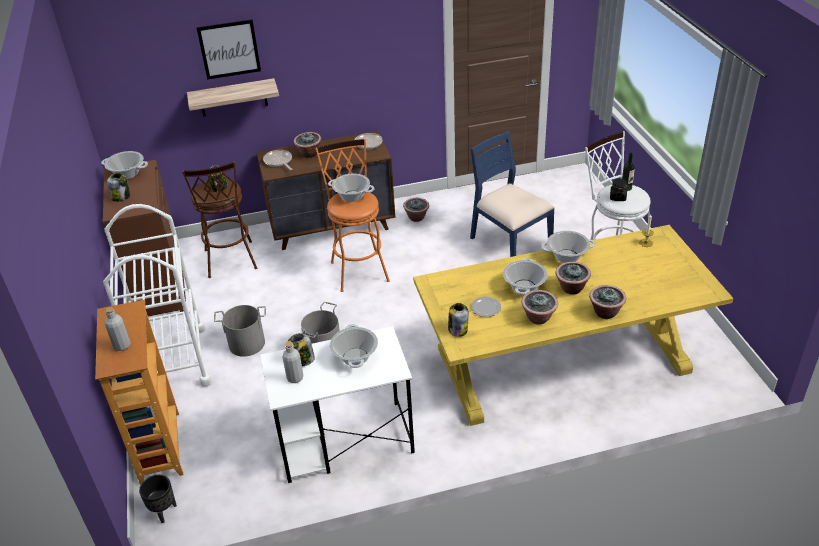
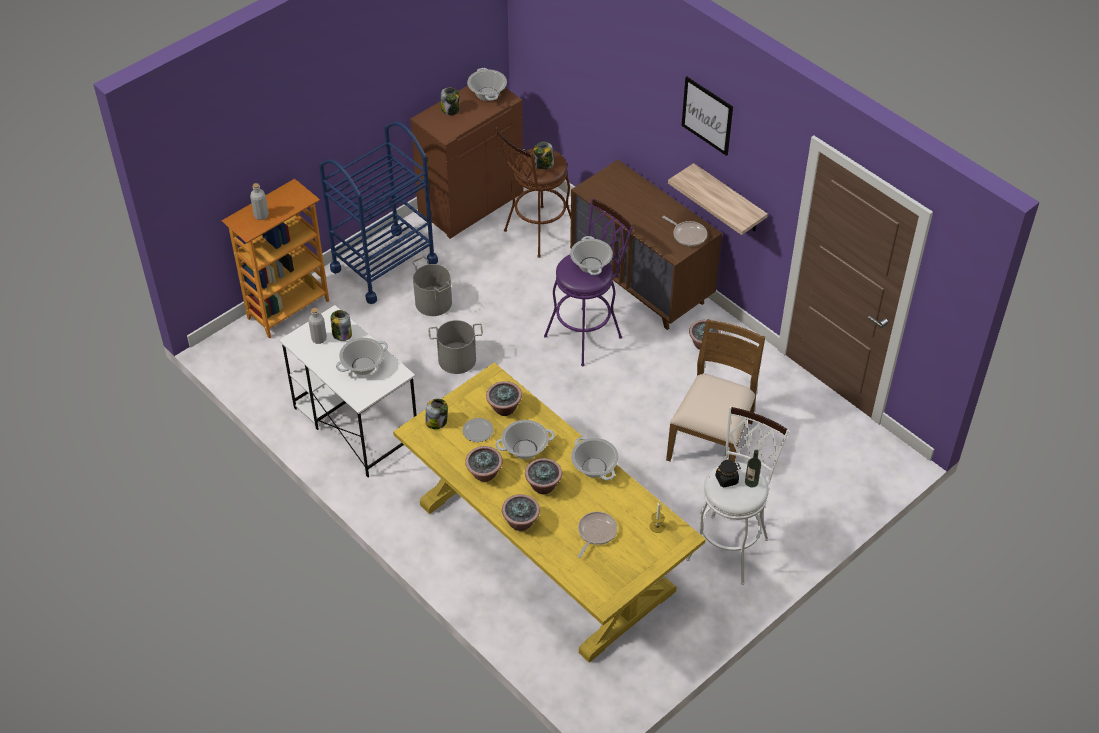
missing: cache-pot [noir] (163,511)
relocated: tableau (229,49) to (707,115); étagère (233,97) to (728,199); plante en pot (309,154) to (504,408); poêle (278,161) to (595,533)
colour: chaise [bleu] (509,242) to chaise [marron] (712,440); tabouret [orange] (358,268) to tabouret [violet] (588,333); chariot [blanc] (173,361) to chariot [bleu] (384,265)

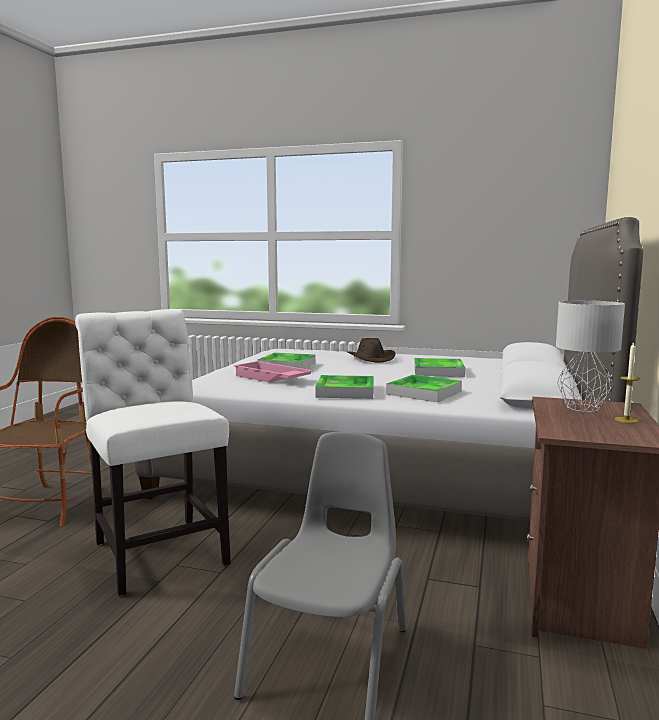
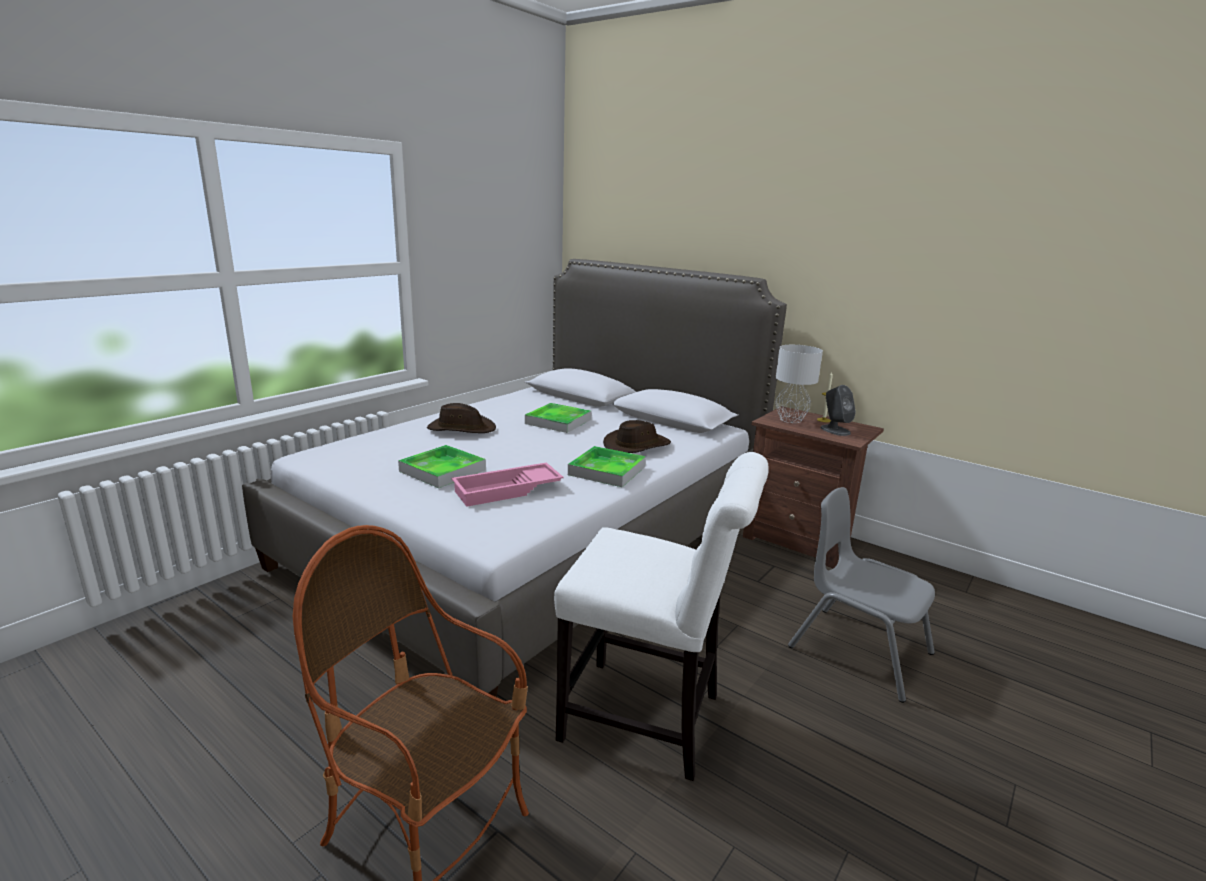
appeared: enceinte [gris] (835,430)
exchanged: plateau (424,392) to chapeau [marron] (636,446)
spun: chaise [blanc] (158,550) = (649,720) 150 degrees counterclockwise

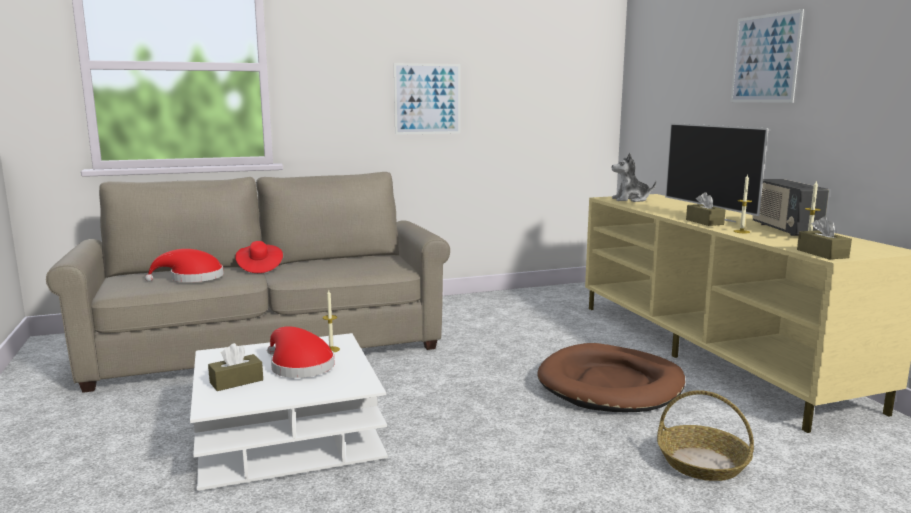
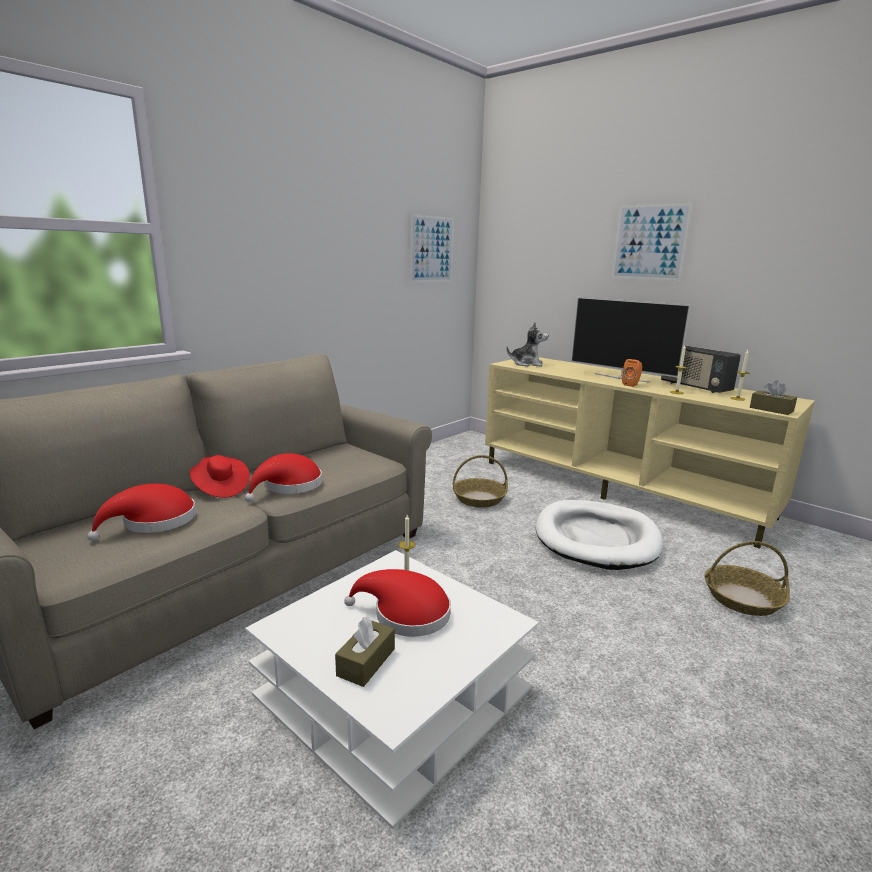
appeared: chapeau [rouge] (289,486); panier (479,499)
relocated: tableau (427,99) to (432,249)
exchanged: boîte à mouchoirs [marron] (704,222) to enceinte [orange] (631,384)
colour: panier pour chien [marron] (611,384) to panier pour chien [blanc] (596,538)
spun: peluche (631,200) = (527,364) 135 degrees counterclockwise

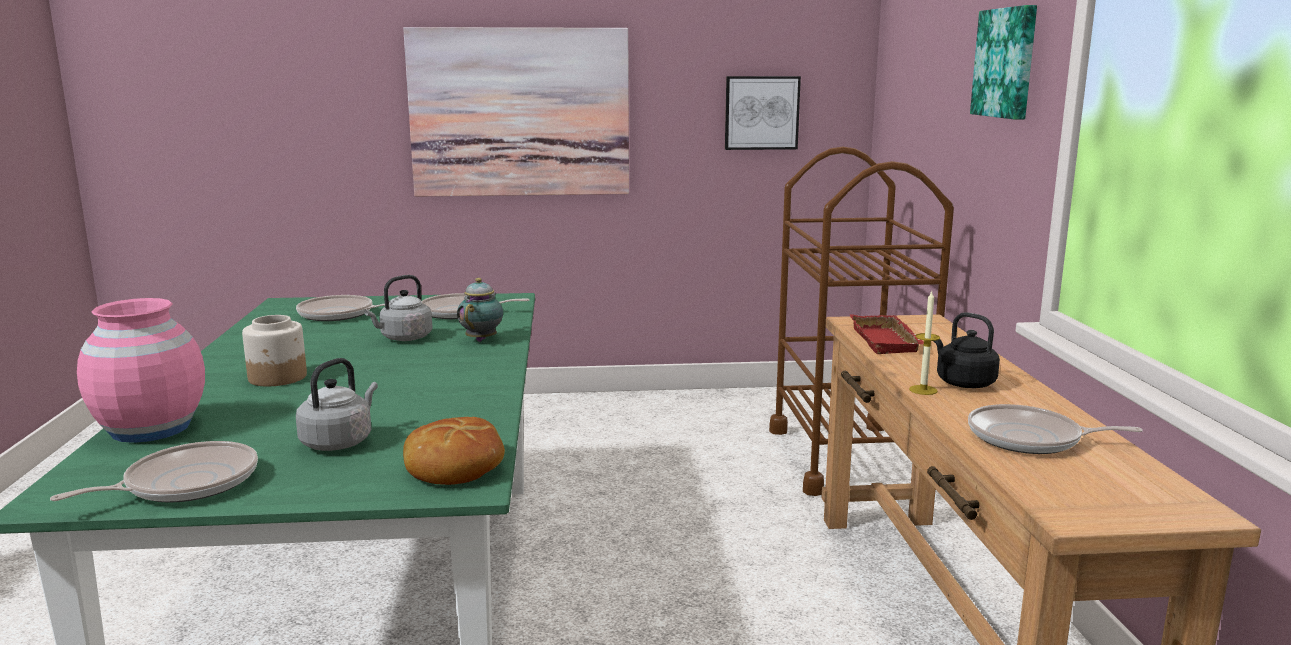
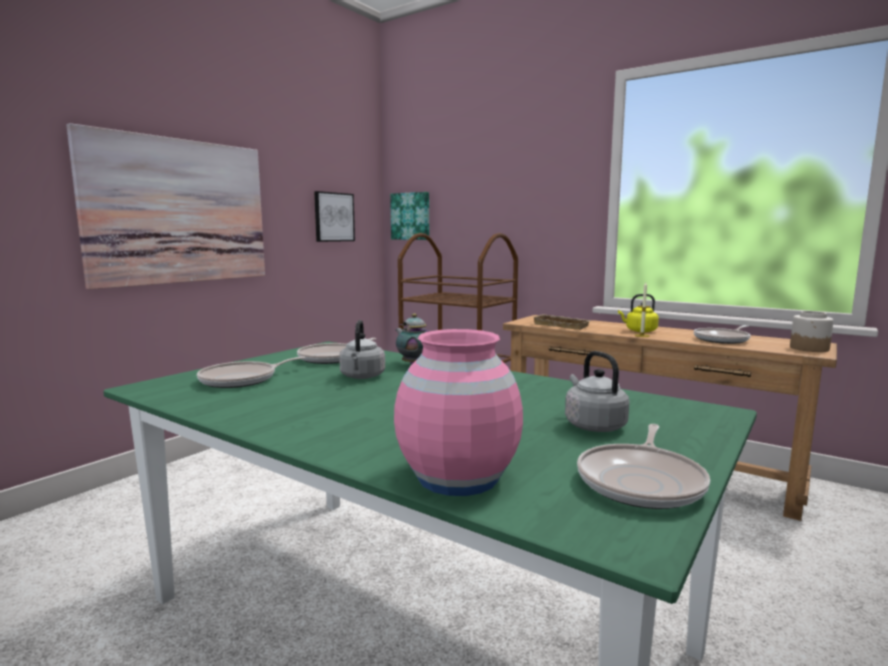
missing: pain (454,467)
relocated: tableau (1007,63) to (411,216); bocal (278,377) to (809,348)
colour: bouilloire [noir] (962,382) to bouilloire [jaune] (639,331); plateau [rouge] (888,341) to plateau [beige] (562,325)
spun: poêle (185,484) = (642,482) 150 degrees counterclockwise

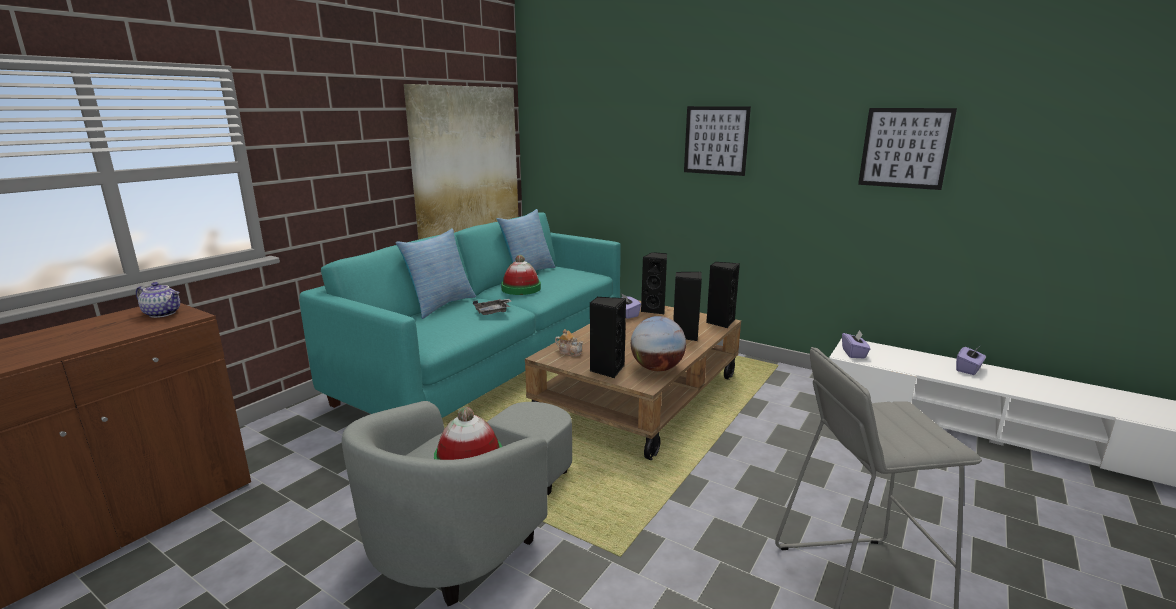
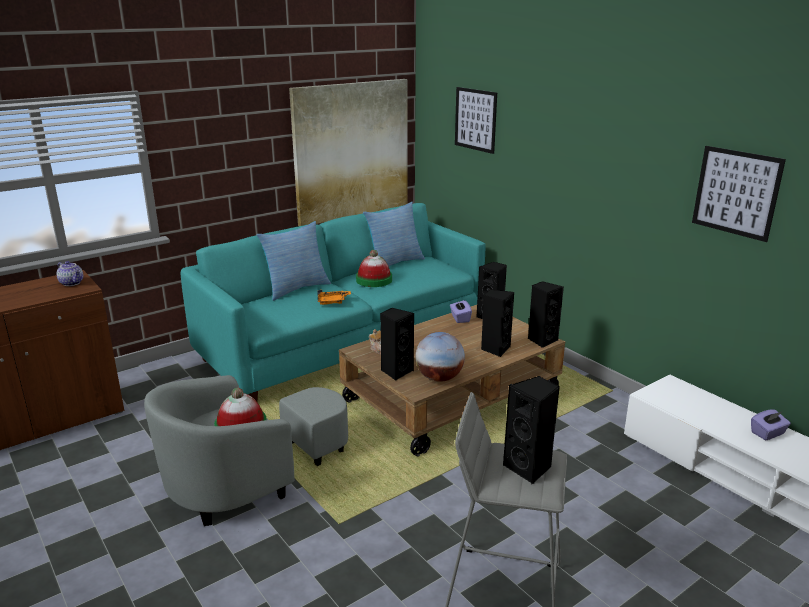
missing: boîte à mouchoirs [violet] (854,353)
appeared: enceinte [noir] (529,468)
relocated: tableau (716,140) to (475,119)
colour: plateau [gris] (493,312) to plateau [orange] (332,302)

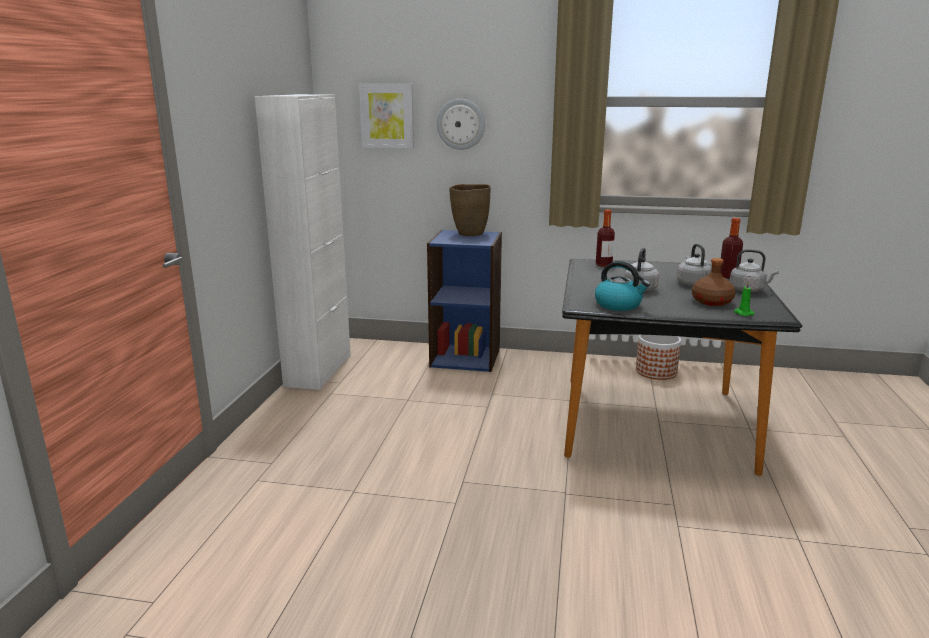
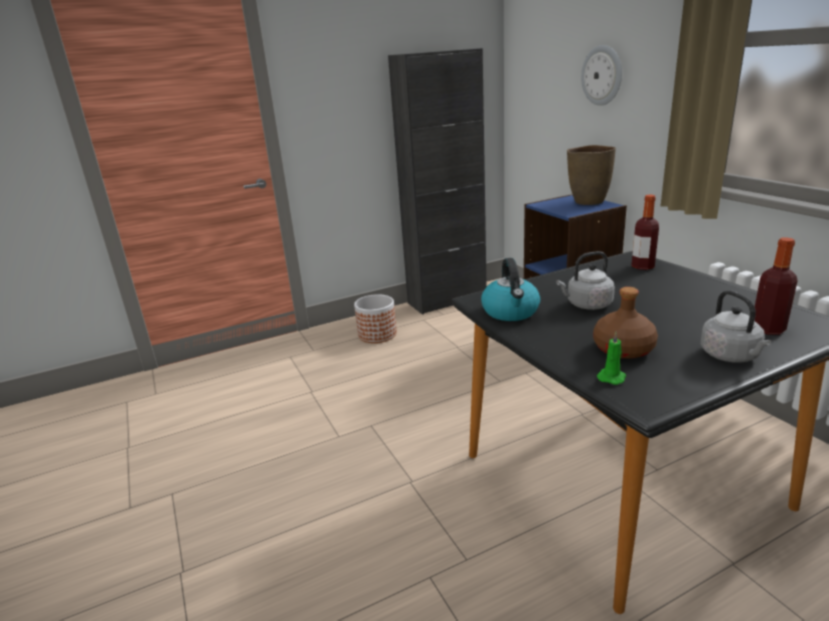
missing: tableau (387,115); bouilloire [gris] (692,283)
relocated: cache-pot (655,372) to (377,334)
colour: meuble de rangement [blanc] (318,370) to meuble de rangement [noir] (447,300)

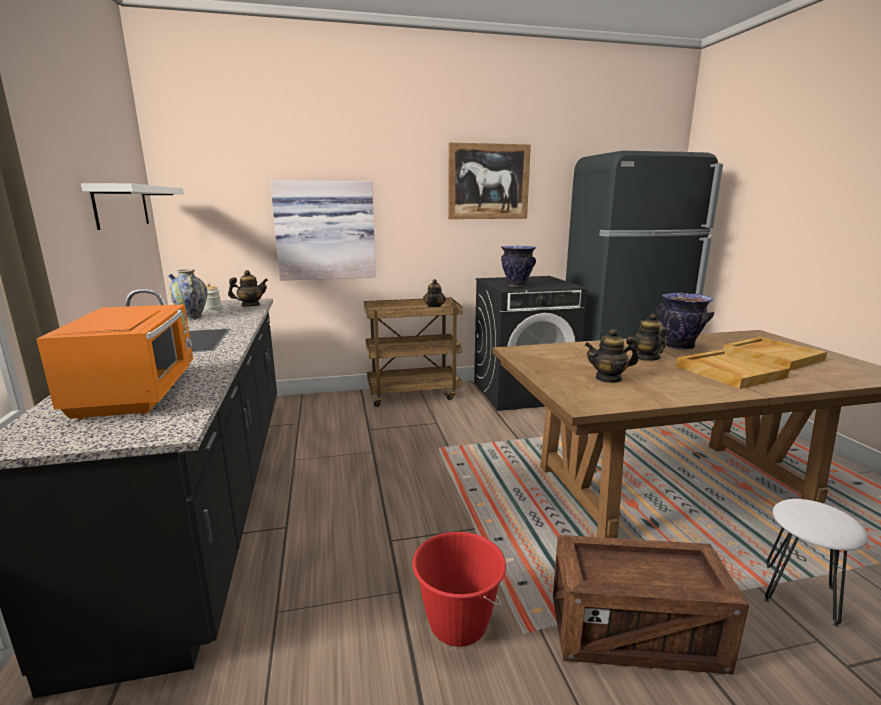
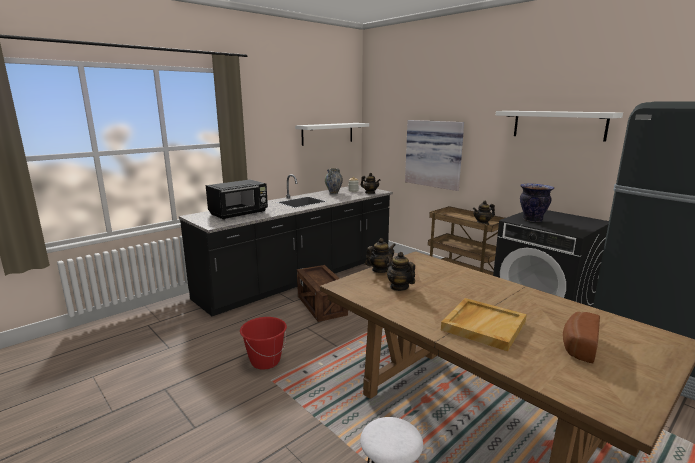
missing: vase (679,346)
relocated: théière (647,358) to (380,270); caisse (635,632) to (321,306)
exchanged: tableau (488,182) to étagère [blanc] (558,125); plateau [beige] (772,356) to pain (577,346)
colour: micro-ondes [orange] (138,393) to micro-ondes [noir] (239,213)

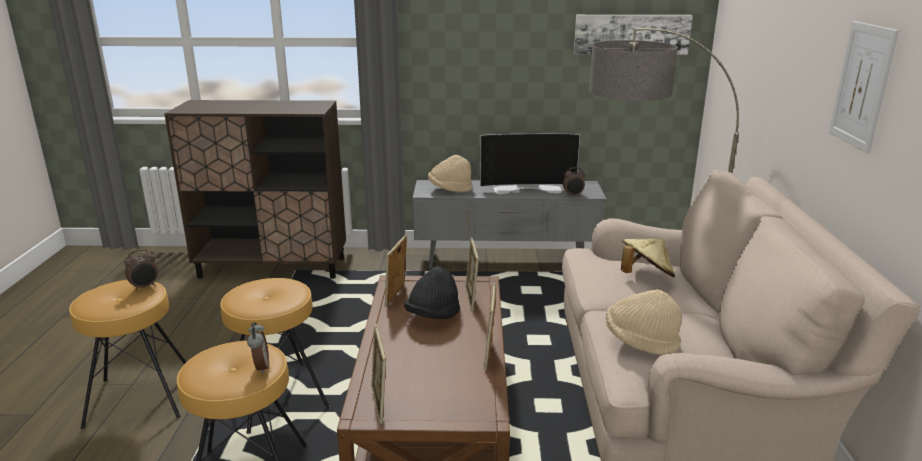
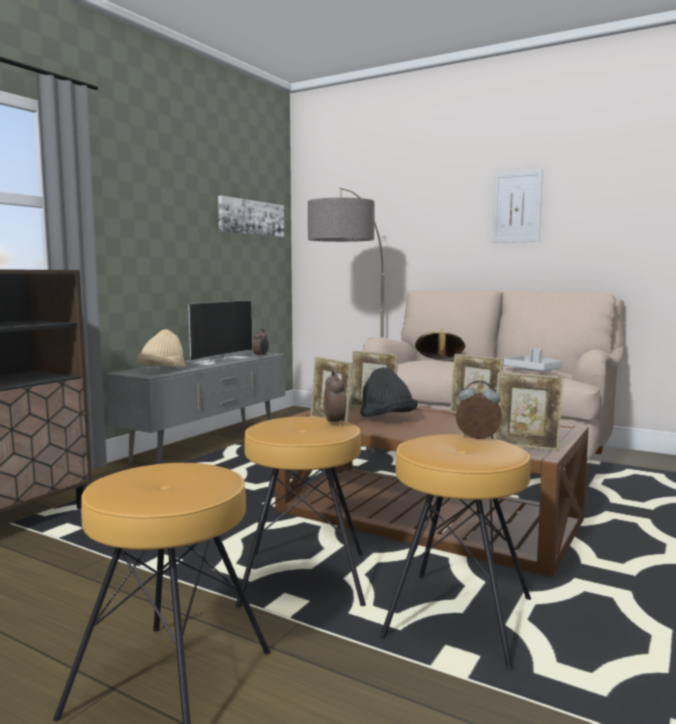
relocated: réveil (145,287) to (335,423)
exchanged: chapeau [beige] (640,341) to plateau [gris] (533,371)

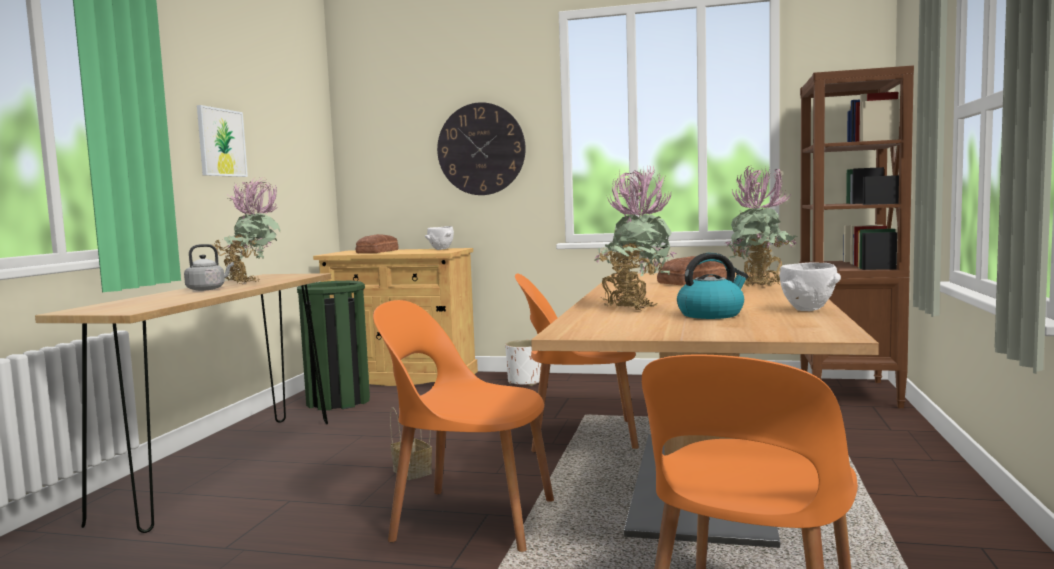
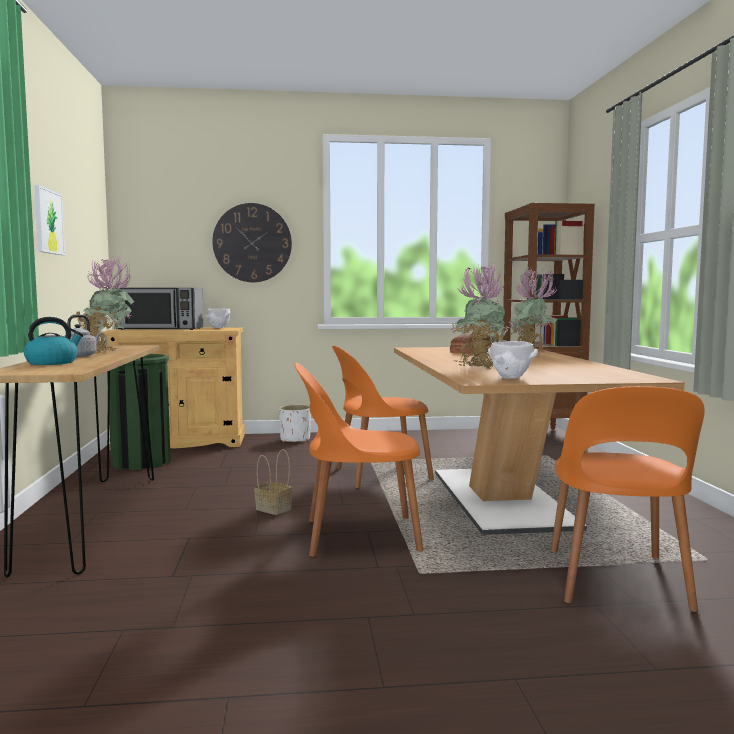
relocated: bouilloire (711,314) to (52,363); bol [blanc] (806,310) to (510,378)
exchanged: pain (378,251) to micro-ondes (161,329)

